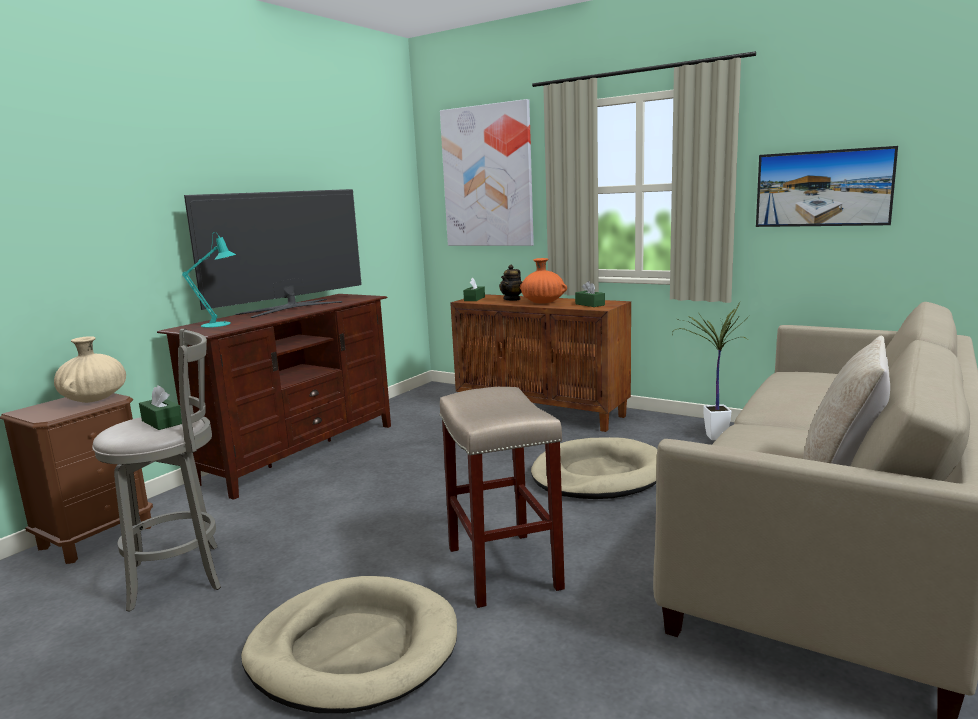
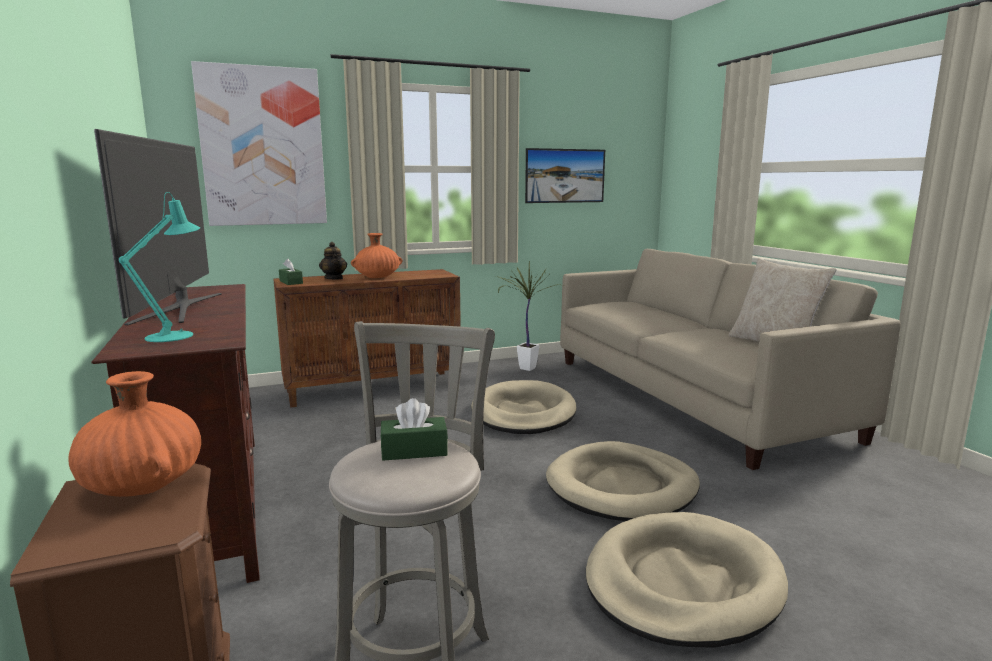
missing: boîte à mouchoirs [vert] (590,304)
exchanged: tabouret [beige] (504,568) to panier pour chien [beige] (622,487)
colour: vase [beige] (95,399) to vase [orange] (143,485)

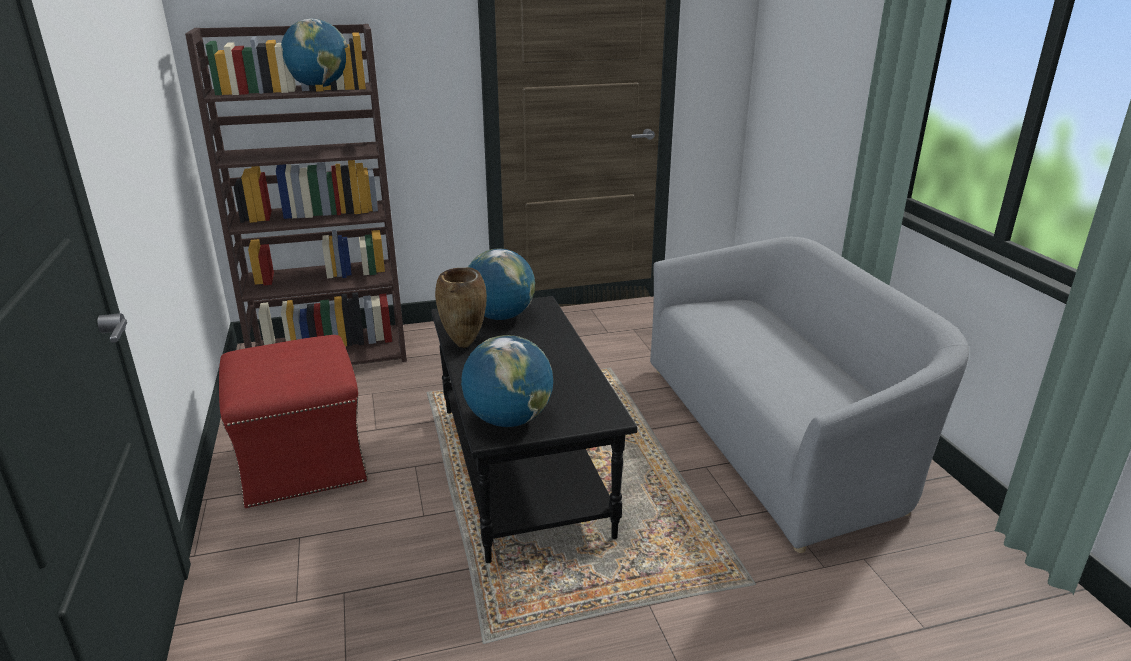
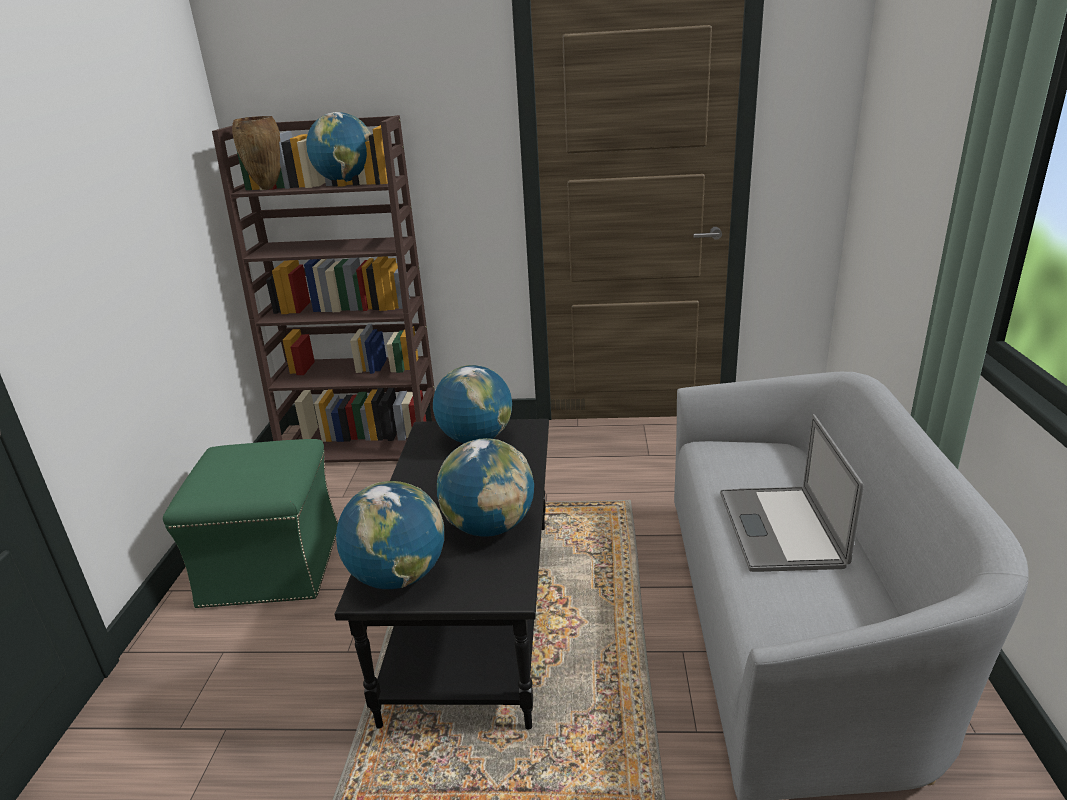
appeared: ordinateur portable (780,528); globe (489,527)
relocated: vase [marron] (464,345) to (268,189)
colour: pouf [rouge] (302,462) to pouf [vert] (272,564)

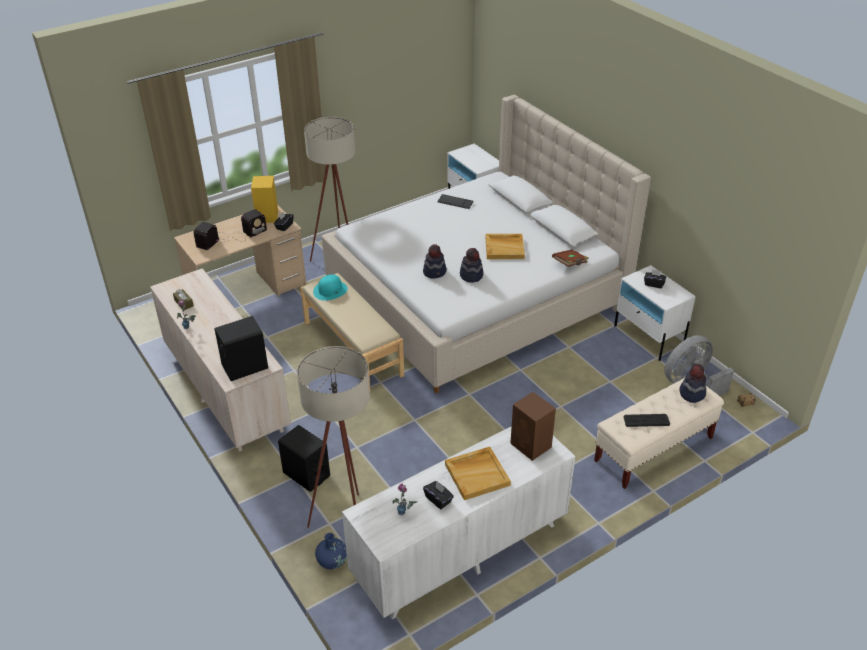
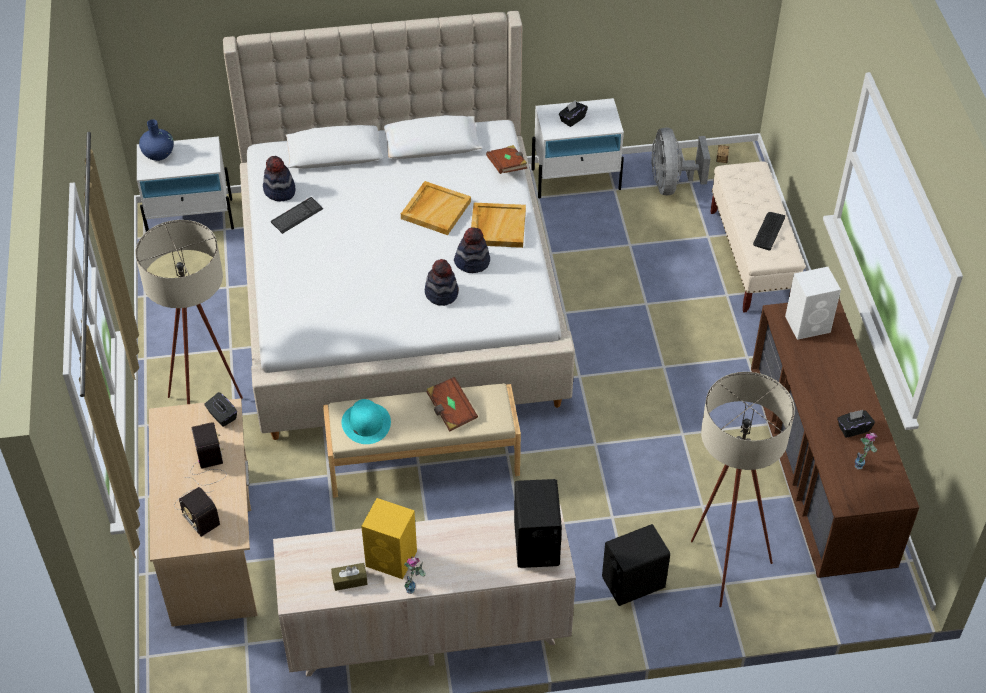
appeared: livre [marron] (451,411)
relocated: enceinte [jaune] (267,217) to (392,559); chapeau (691,393) to (279,191); plateau [beige] (477,474) to (497,227); vase [bleu] (332,561) to (158,154)
colour: enceinte [marron] (531,446) to enceinte [blanc] (808,324); commode [blanc] (460,551) to commode [marron] (817,477)

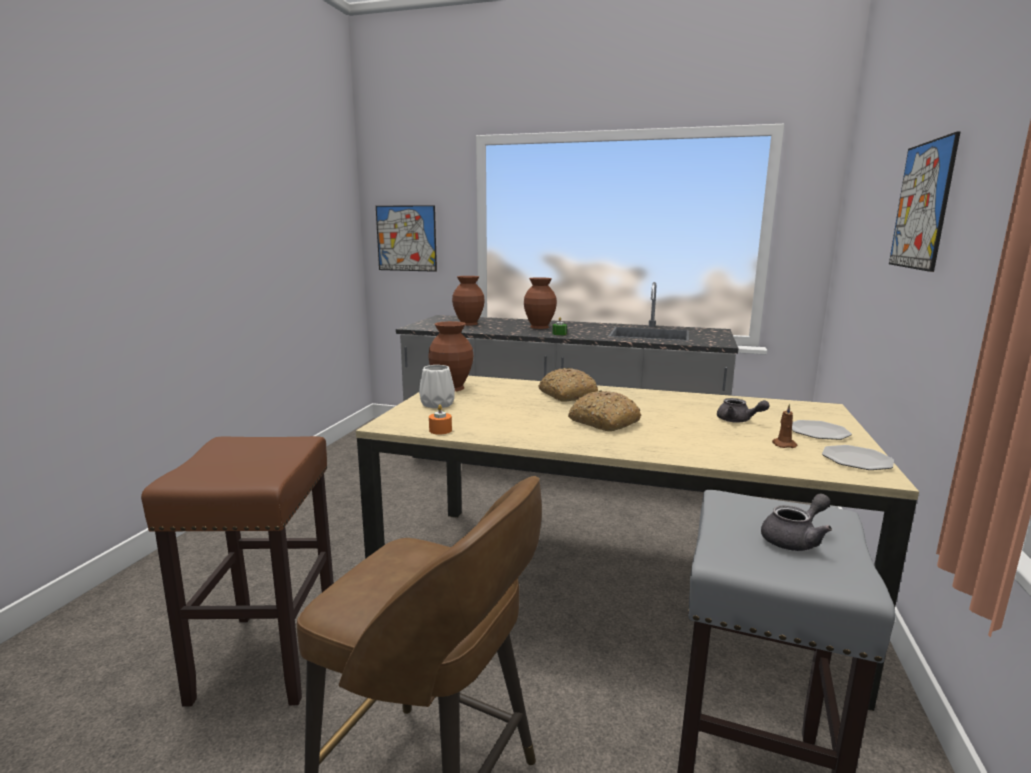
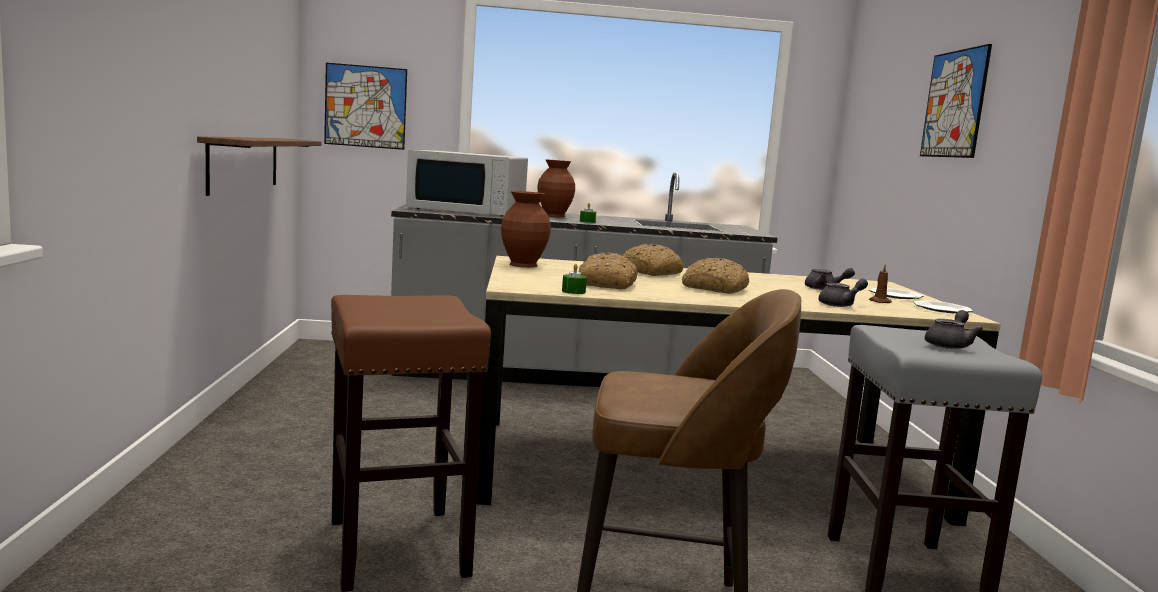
missing: vase [blanc] (438,404)
appeared: étagère (244,163); pain (606,284); théière [gris] (841,305)
exchanged: vase [marron] (469,324) to micro-ondes [blanc] (469,210)
colour: bougie [orange] (440,430) to bougie [vert] (573,291)

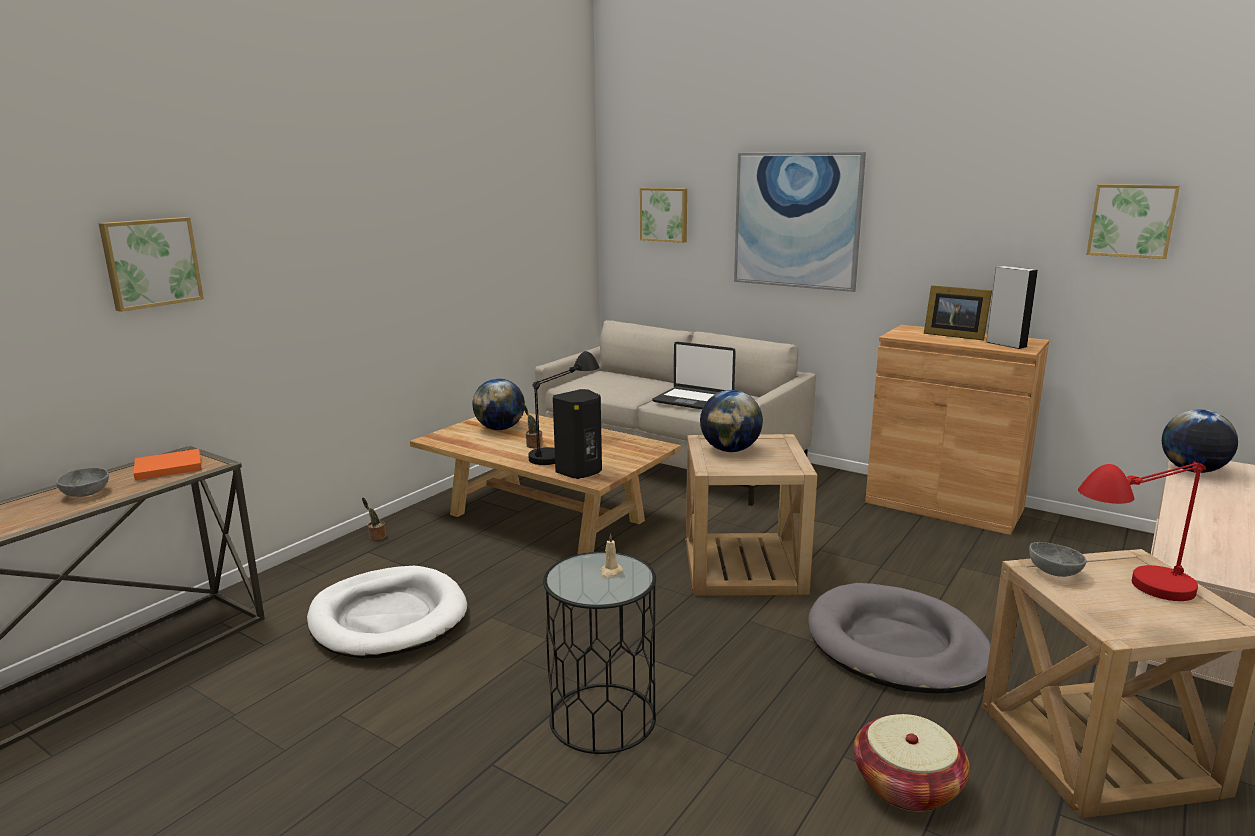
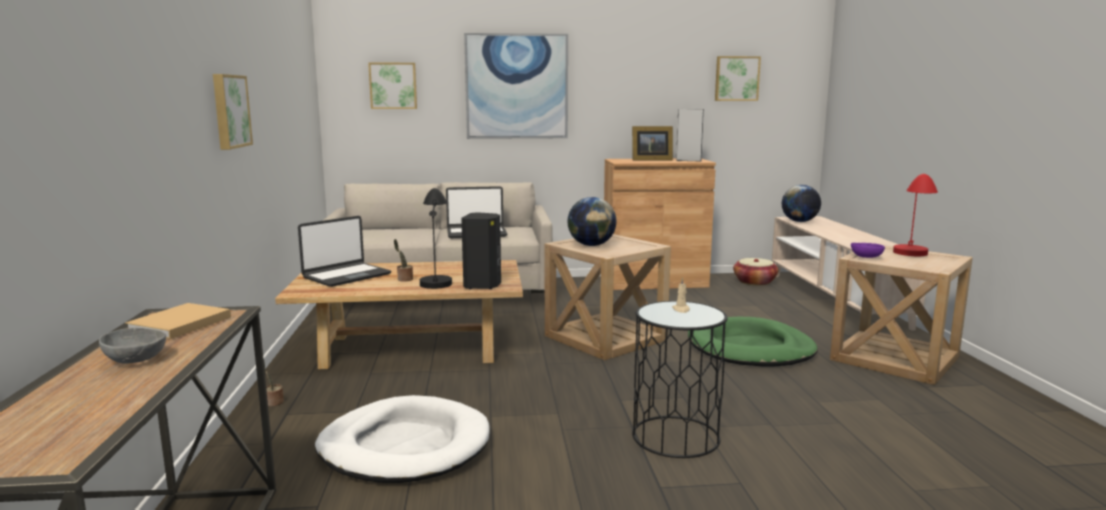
relocated: tableau (151,262) to (229,111); panier (907,785) to (754,282)
exchanged: globe (500,428) to ordinateur portable (346,276)
colour: livre [orange] (166,467) to livre [beige] (178,324); bol [gris] (1054,571) to bol [violet] (866,257); panier pour chien [gris] (896,645) to panier pour chien [vert] (750,348)

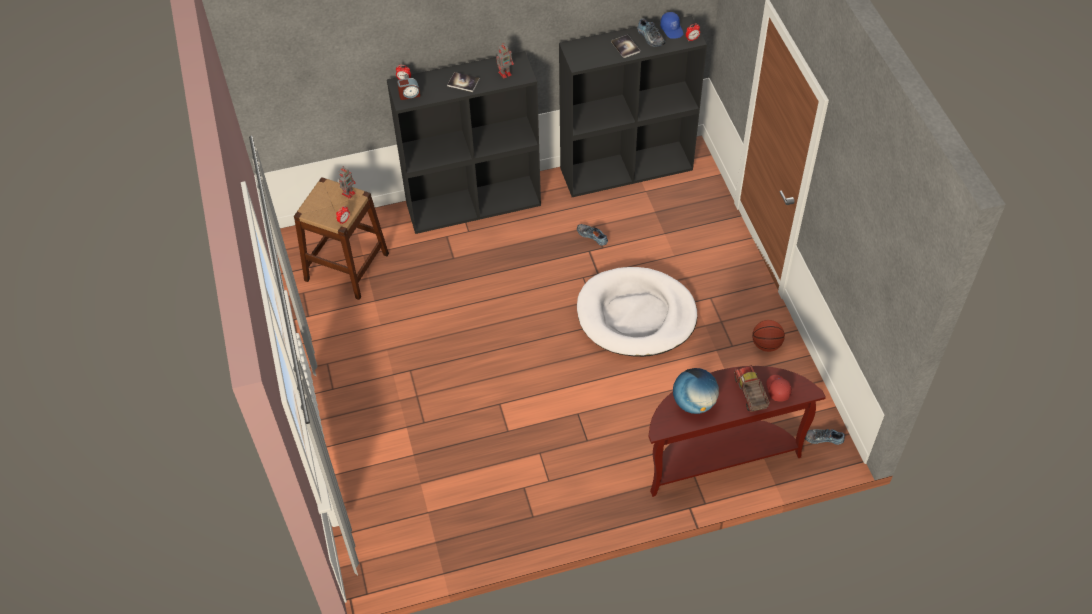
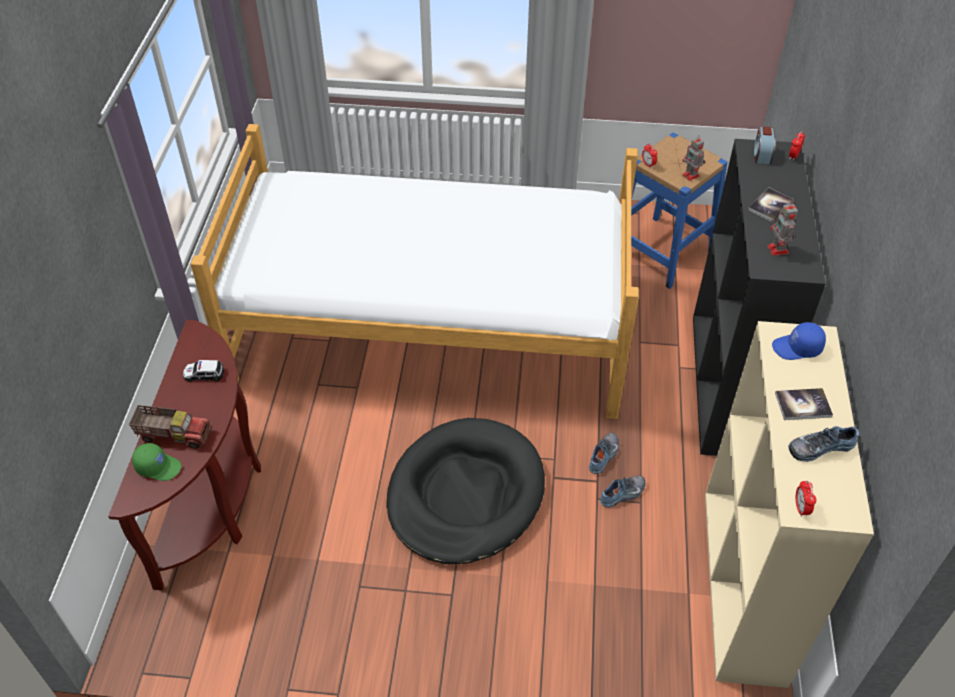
missing: ballon de basket (766,344)
appeared: lit (432,326)
relocated: casquette [bleu] (672,29) to (797,348); chaussure (823,438) to (604,456)
exchanged: globe (694,403) to petite voiture (204,374)
colour: bibliothèque [noir] (627,168) to bibliothèque [beige] (745,586); tabouret [marron] (346,267) to tabouret [bleu] (662,251); panier pour chien [blanc] (636,315) to panier pour chien [noir] (465,494); casquette [rouge] (777,389) to casquette [vert] (158,466)

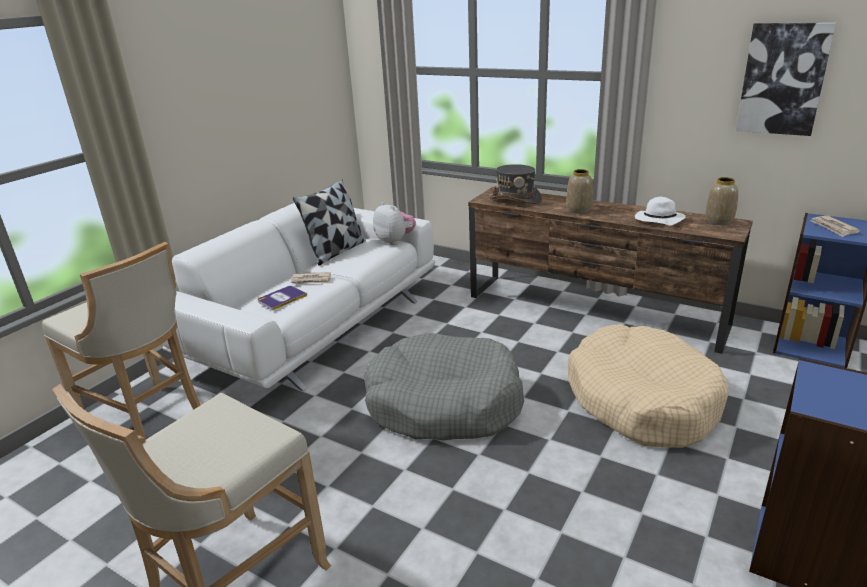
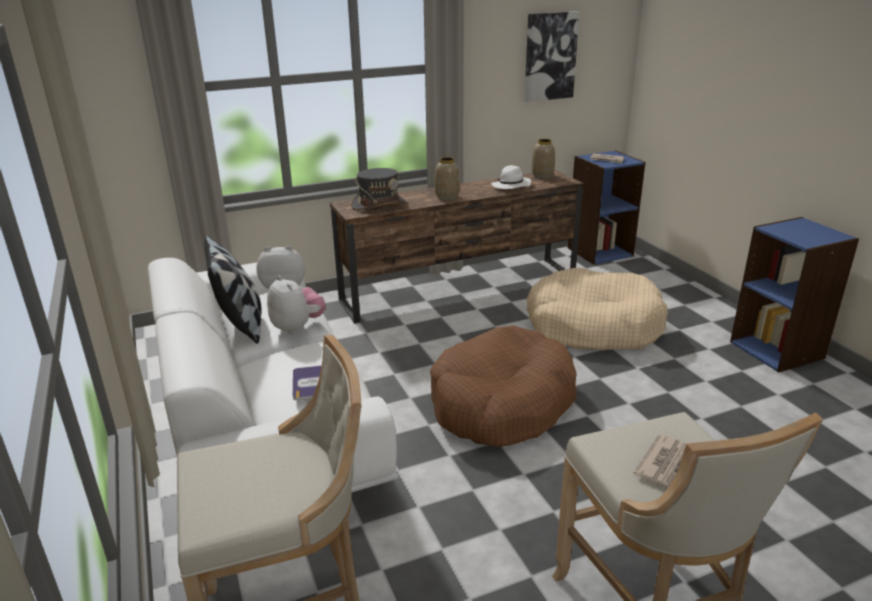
appeared: peluche (297,327)
relocated: journal (311,280) to (665,464)
colour: panier pour chien [gris] (444,403) to panier pour chien [marron] (501,403)

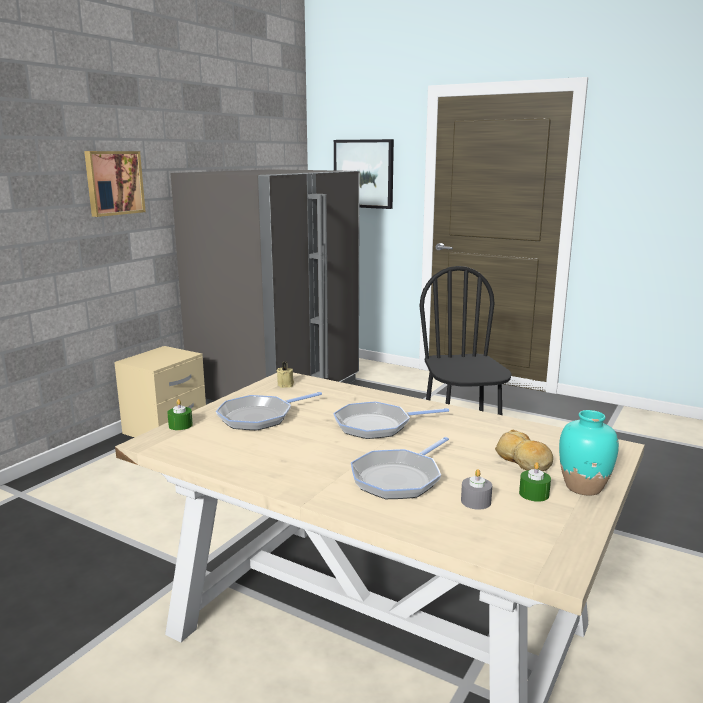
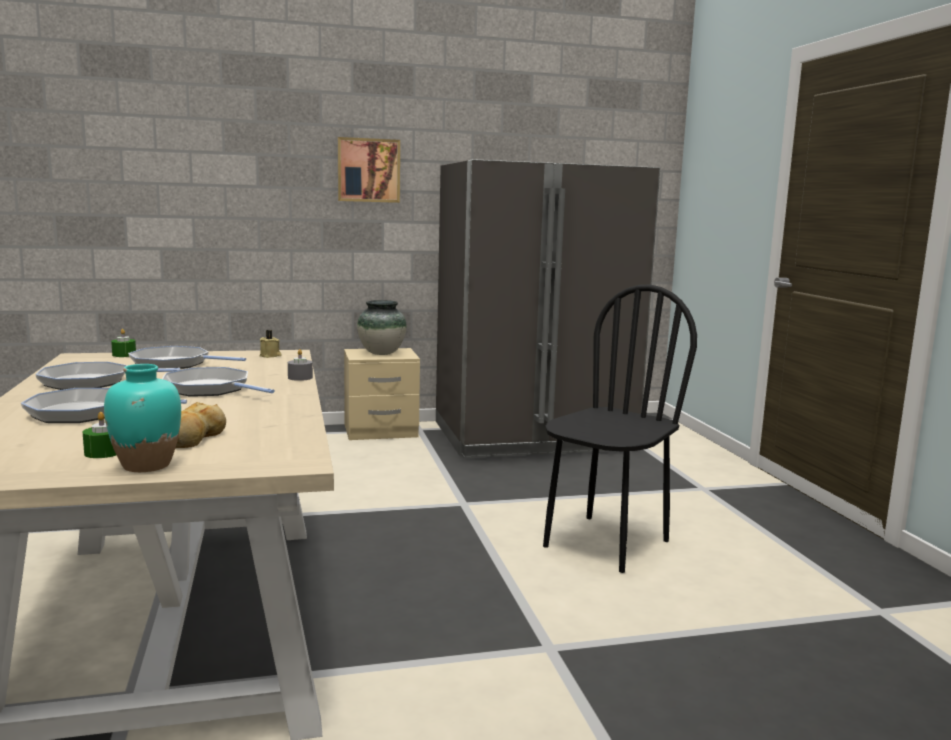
missing: tableau (364,173)
appeared: vase (381,353); poêle (91,382)
relocated: bougie [gris] (476,501) to (300,377)

